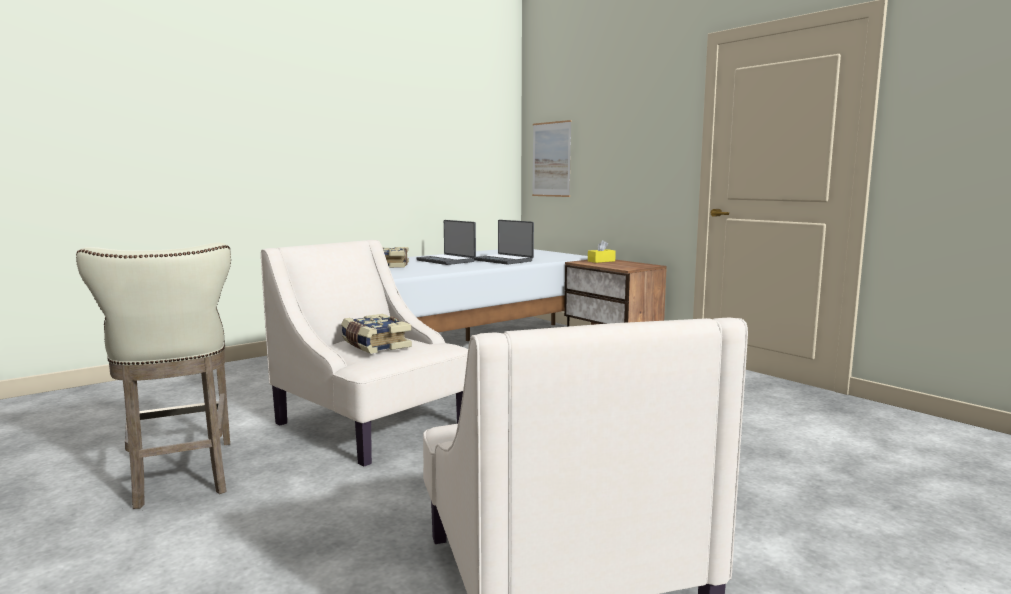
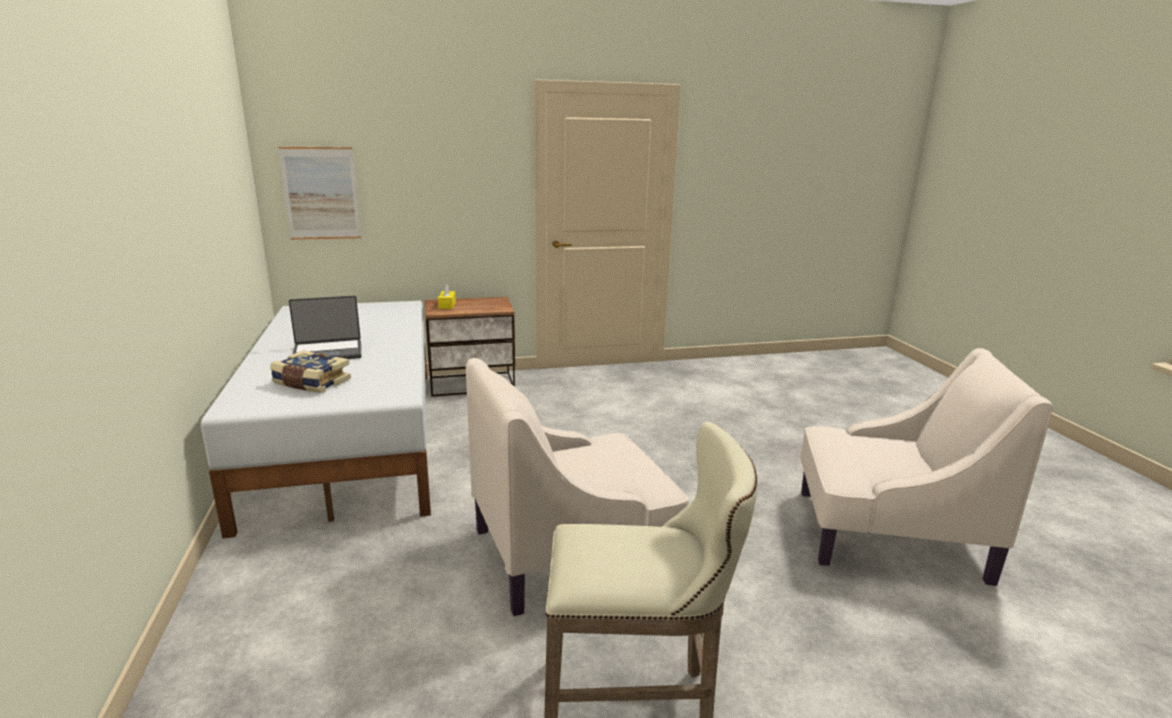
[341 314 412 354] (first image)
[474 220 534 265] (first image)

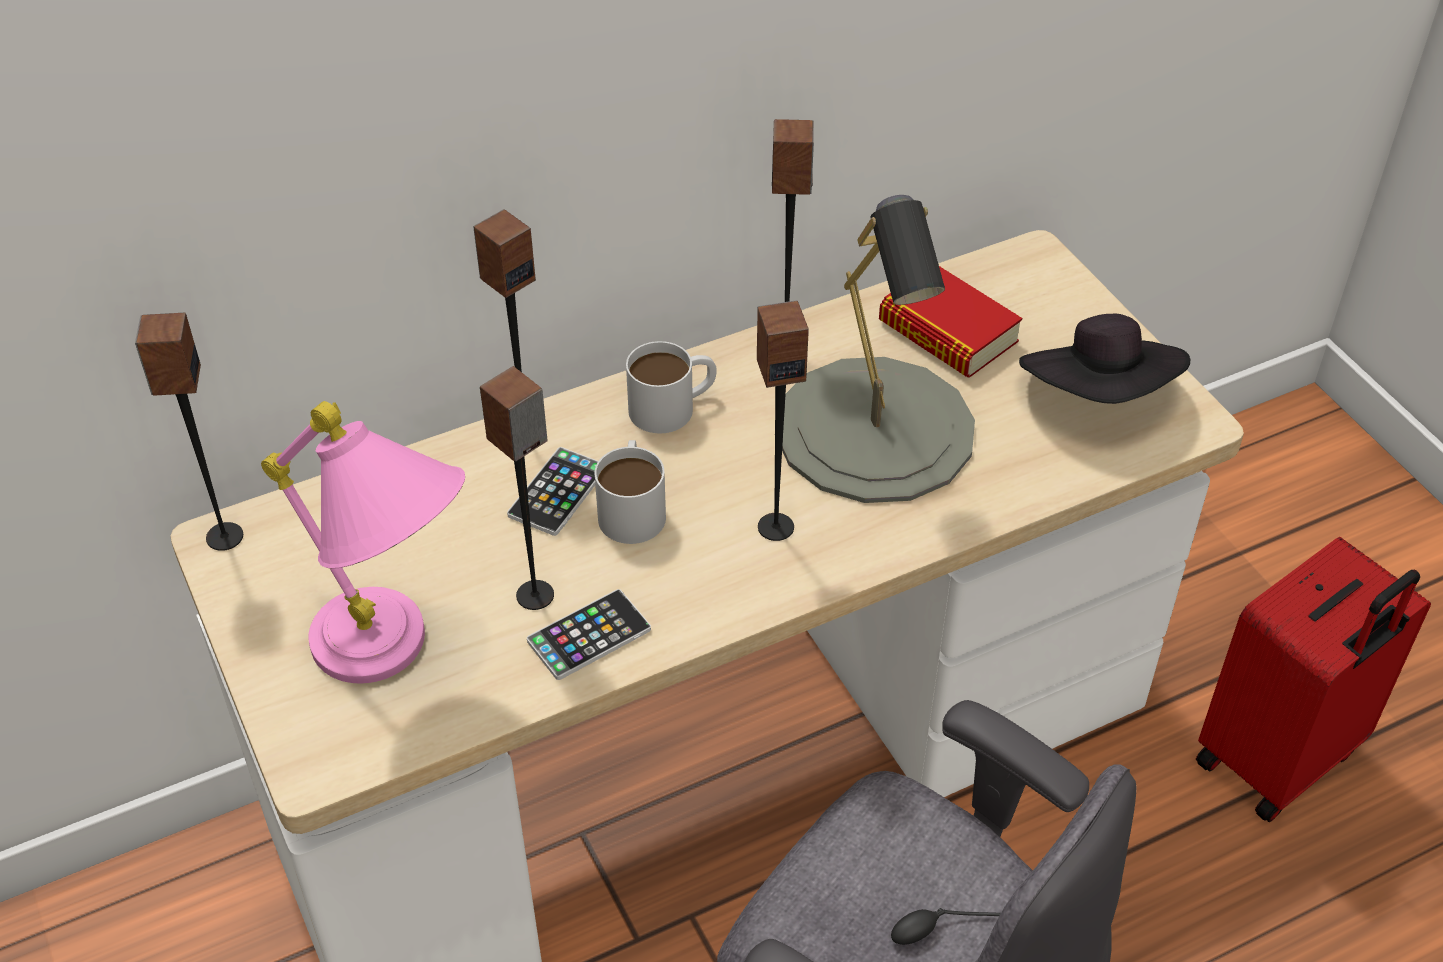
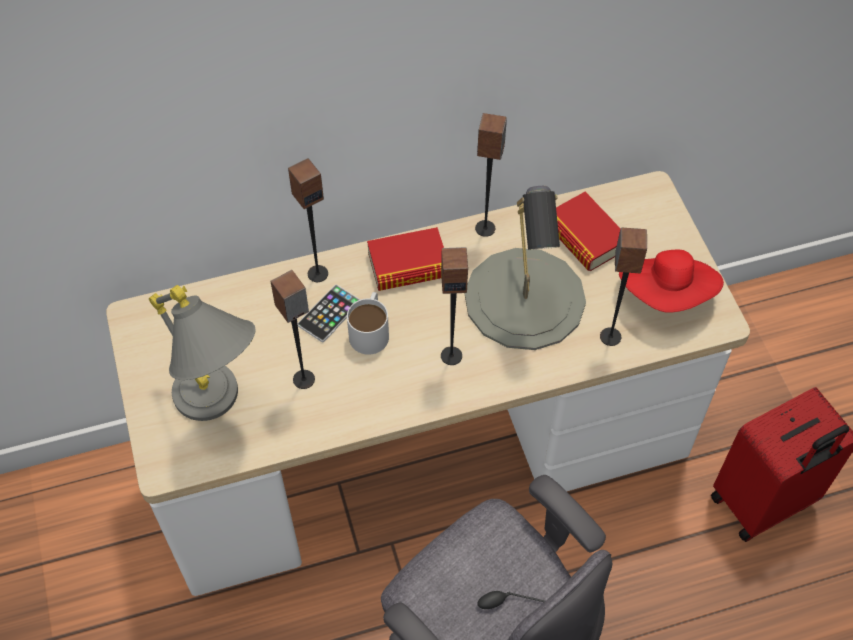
[149 285 256 421]
[367 227 444 291]
[600 228 647 346]
[619 250 724 313]
[527 589 651 680] (first image)

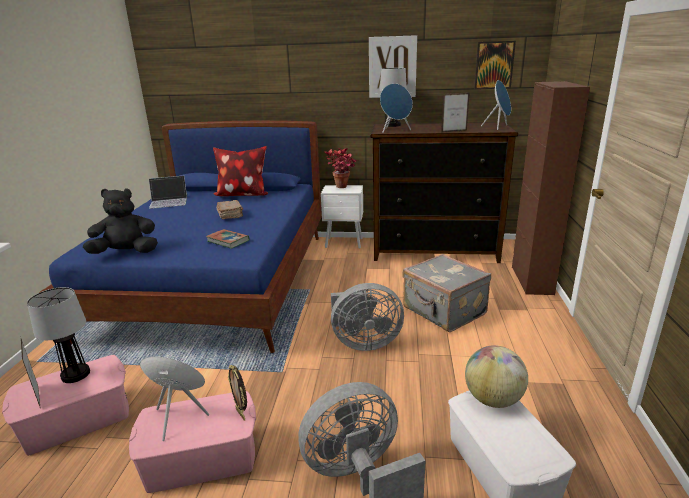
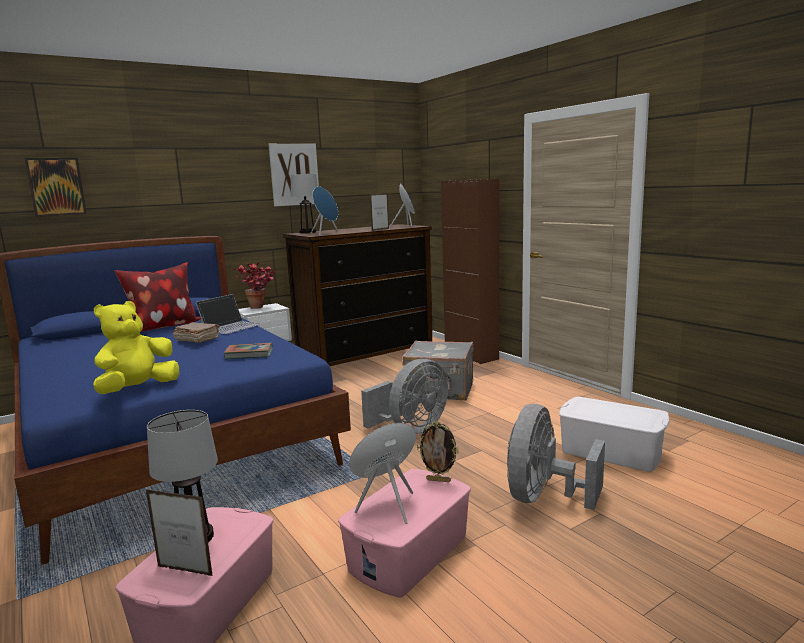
[24 158 87 217]
[93 301 179 394]
[195 294 261 334]
[465 345 528 408] (first image)

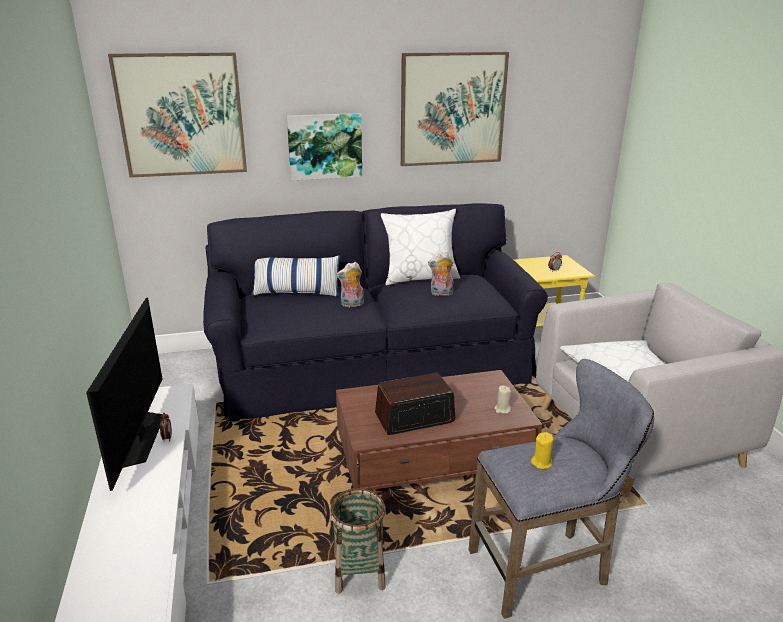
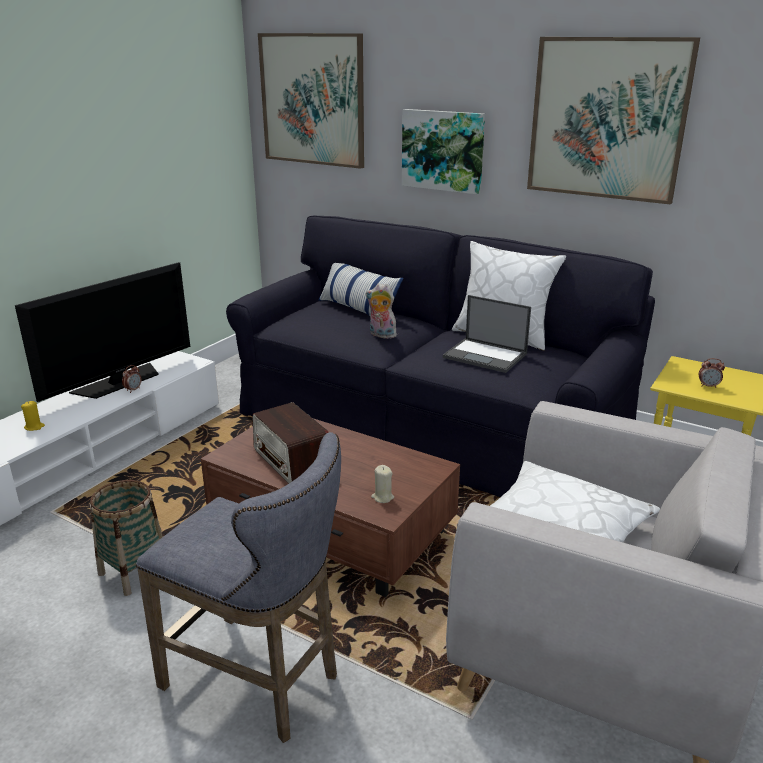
[21 401 45 431]
[253 402 329 484]
[443 295 531 373]

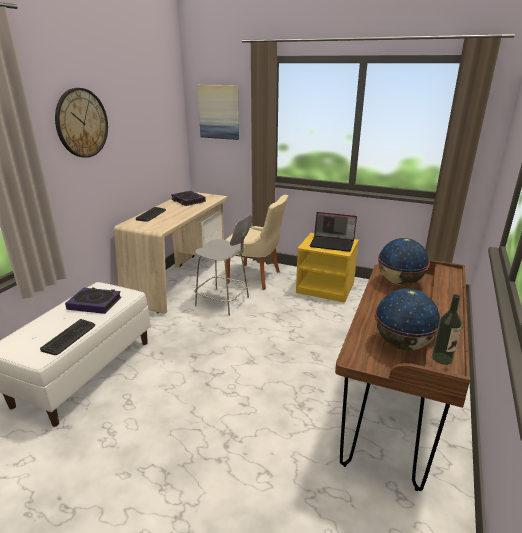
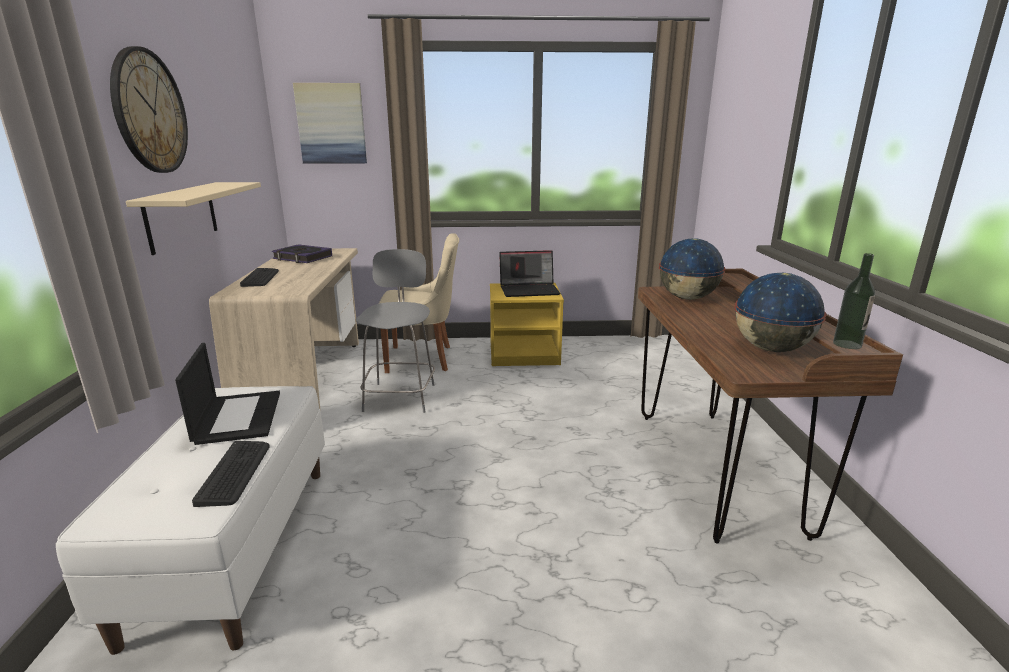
[126 182 261 255]
[175 343 280 445]
[356 249 435 413]

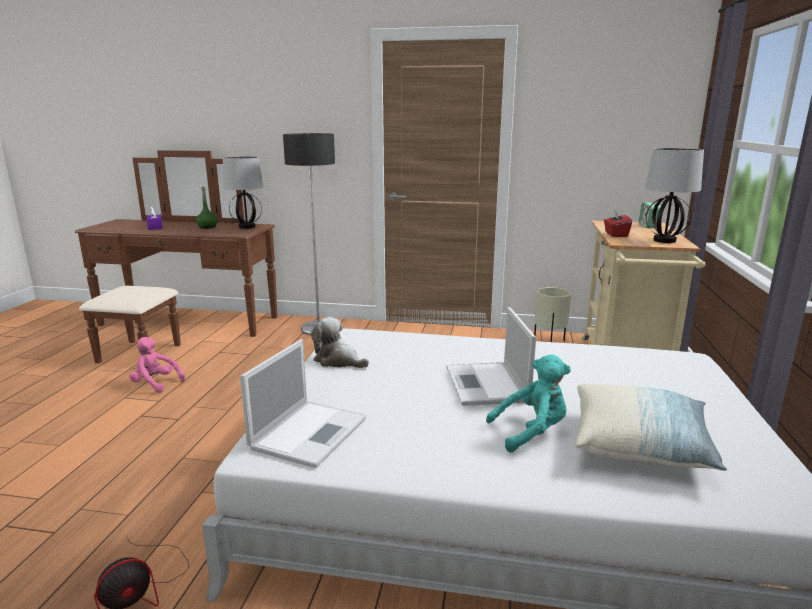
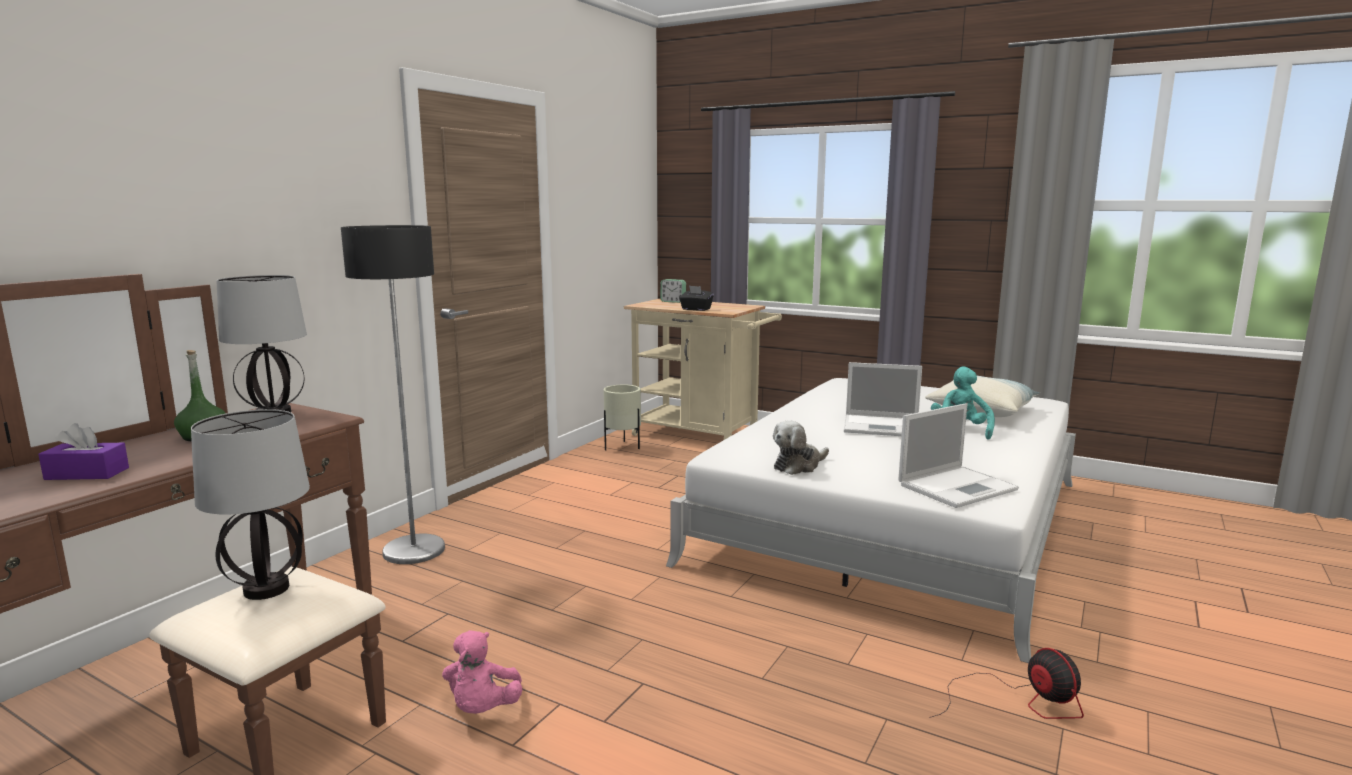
[191 409 310 600]
[442 630 522 714]
[679 286 714 311]
[898 403 1019 508]

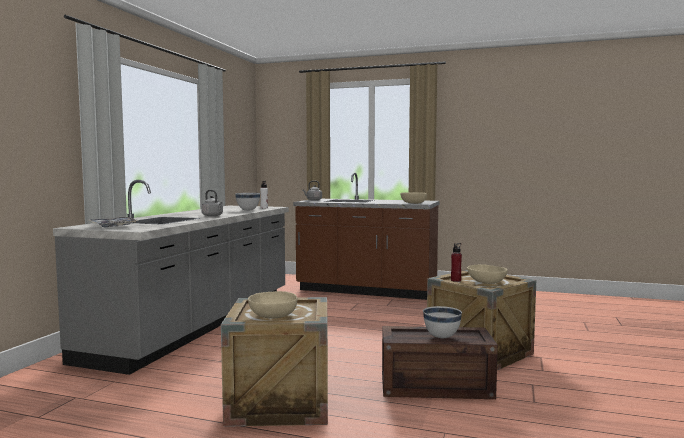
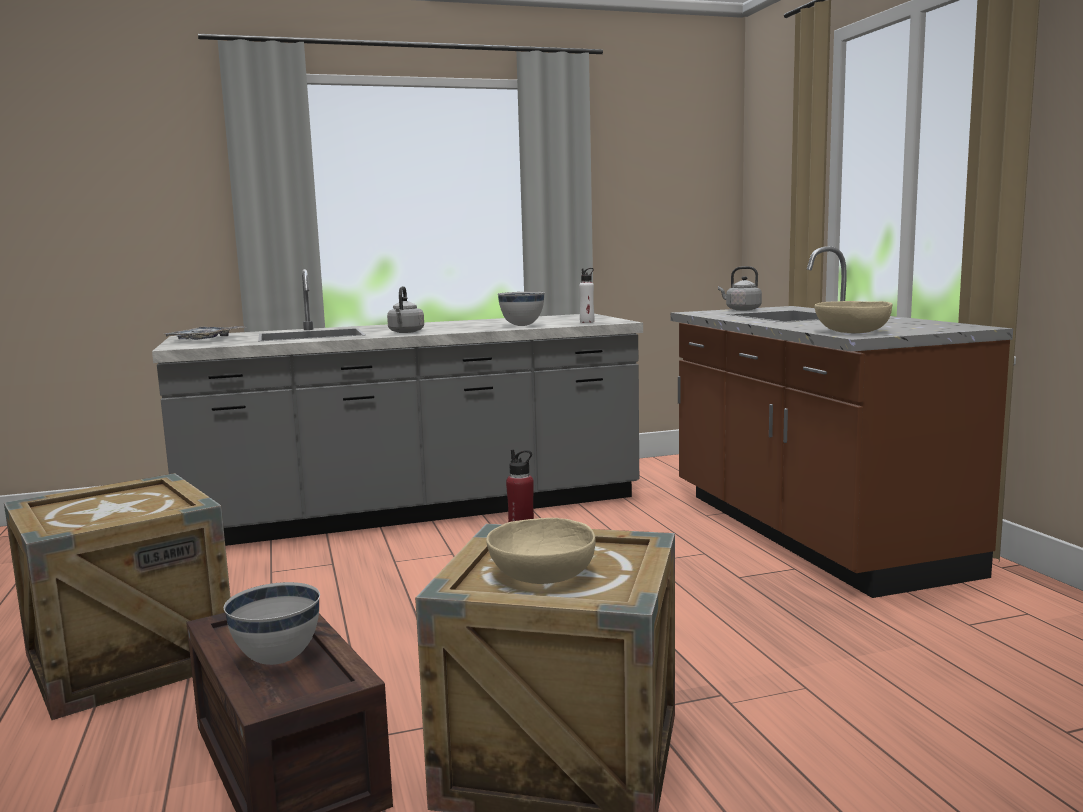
[248 291 297 318] (first image)

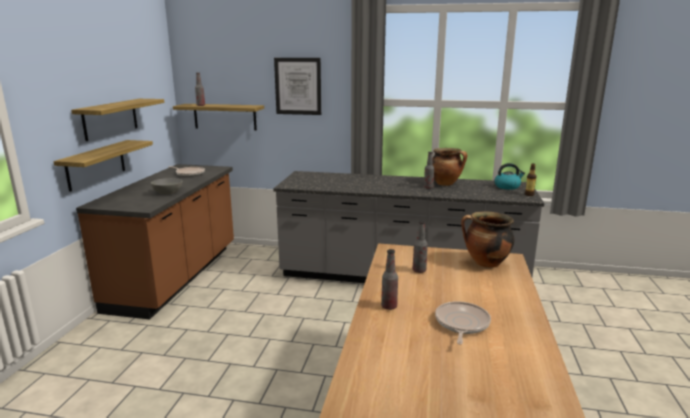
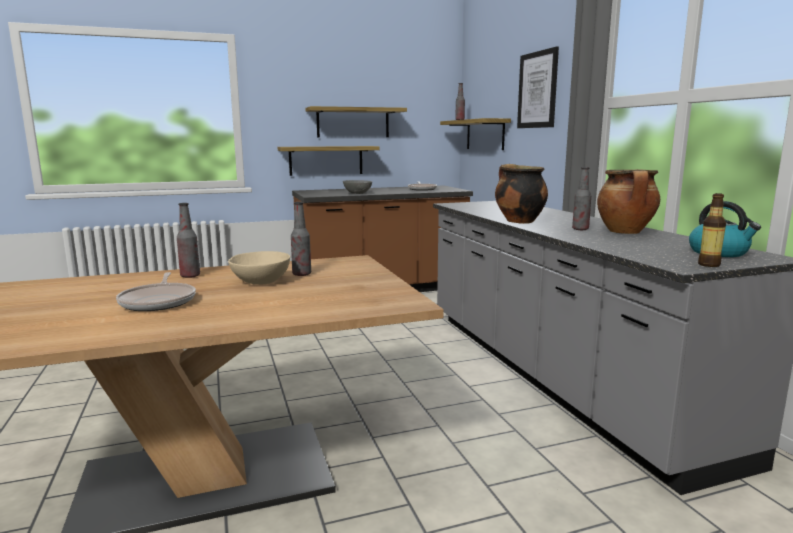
[116 272 196 311]
[228 251 290 285]
[495 164 548 224]

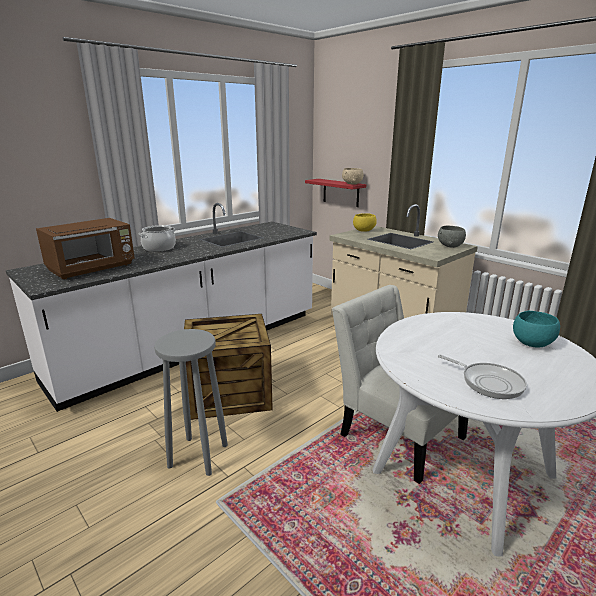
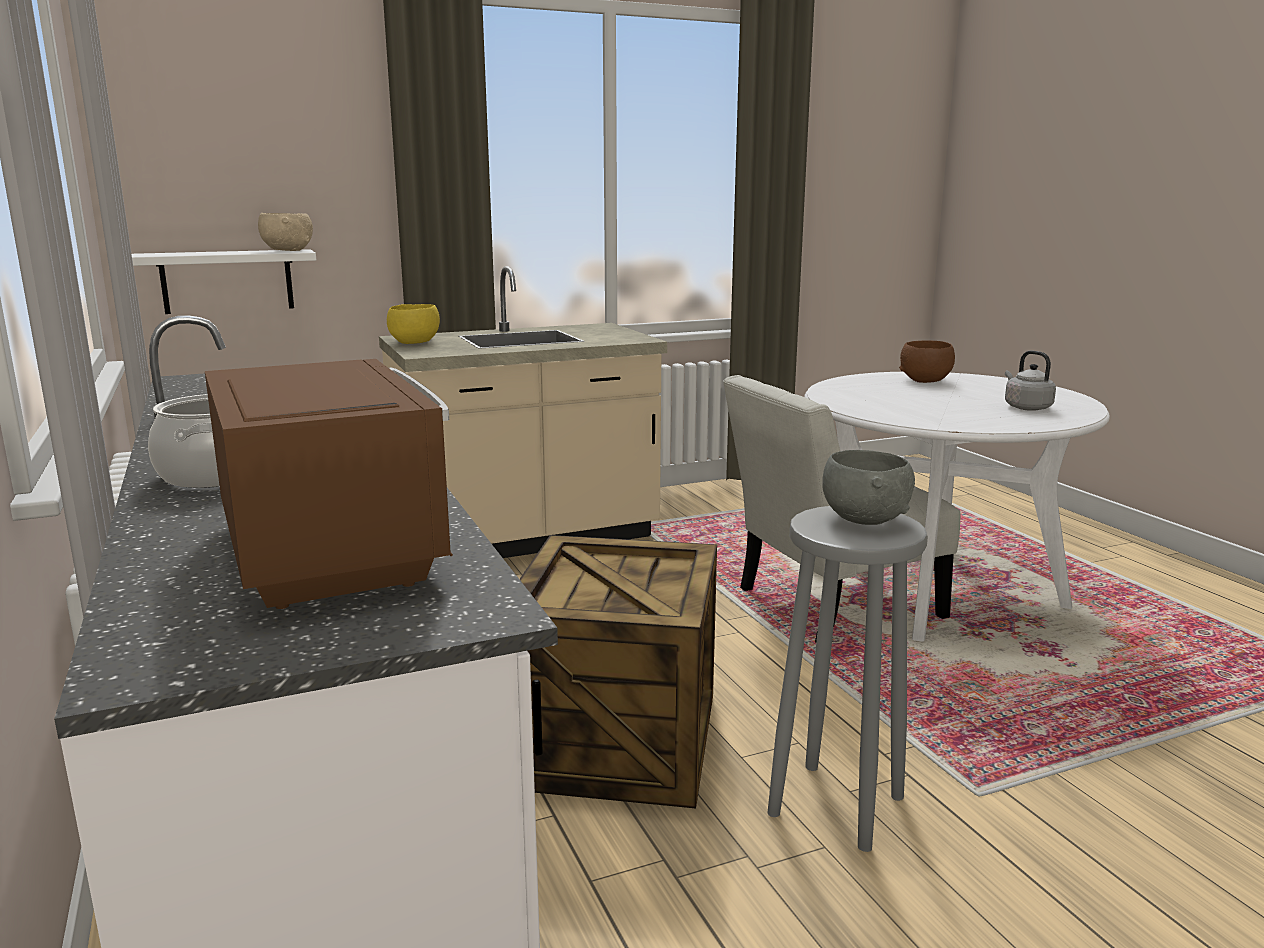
[132 249 316 314]
[822 450 915 525]
[899 340 955 383]
[1005 350 1056 411]

